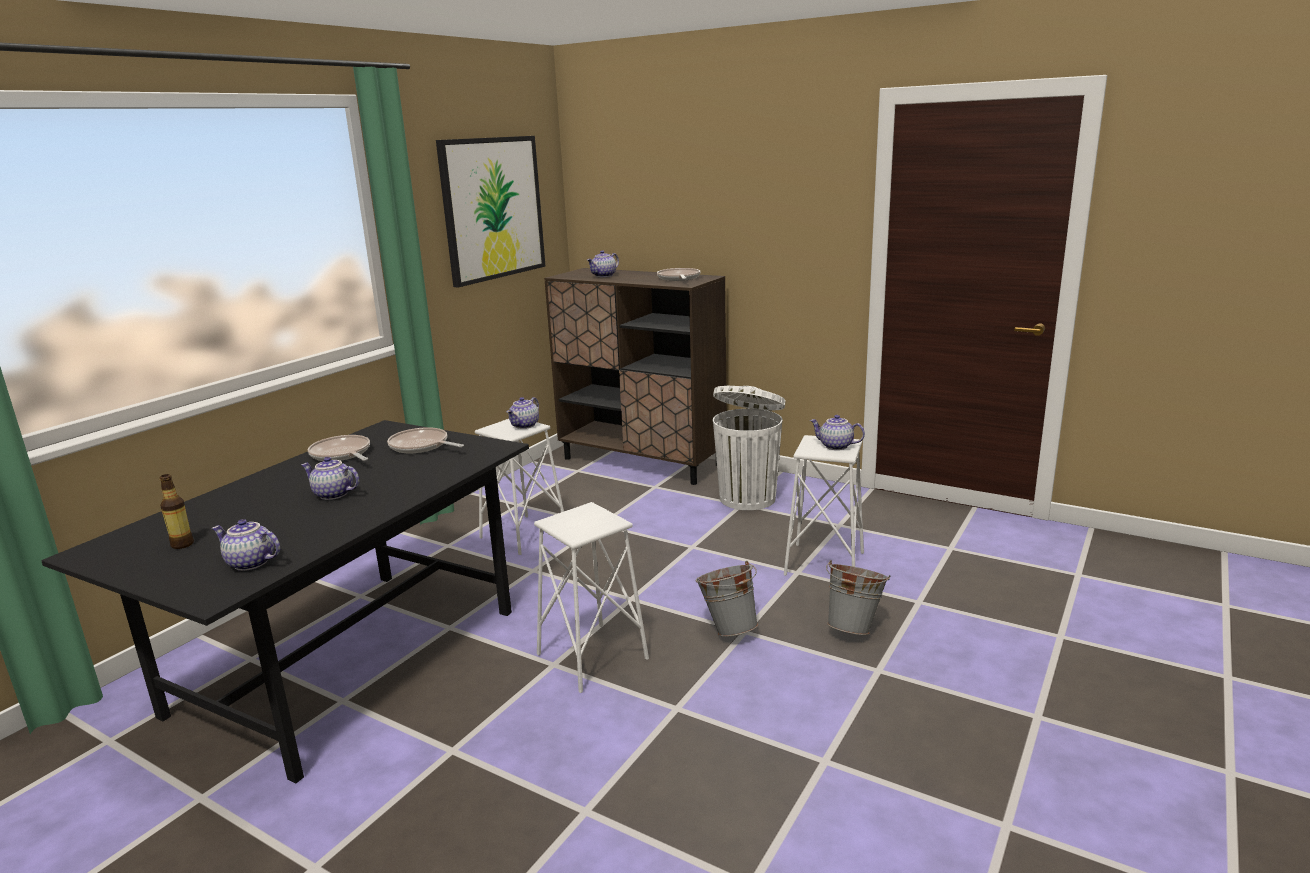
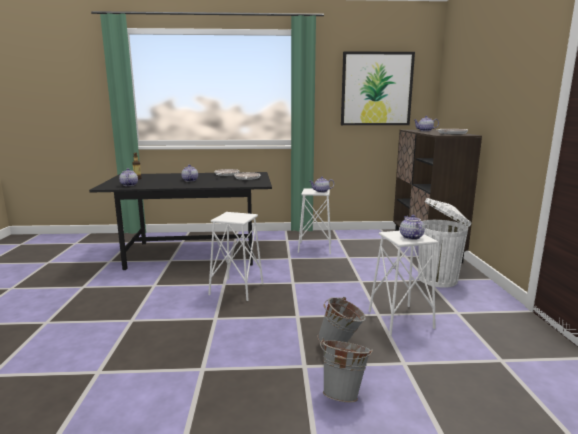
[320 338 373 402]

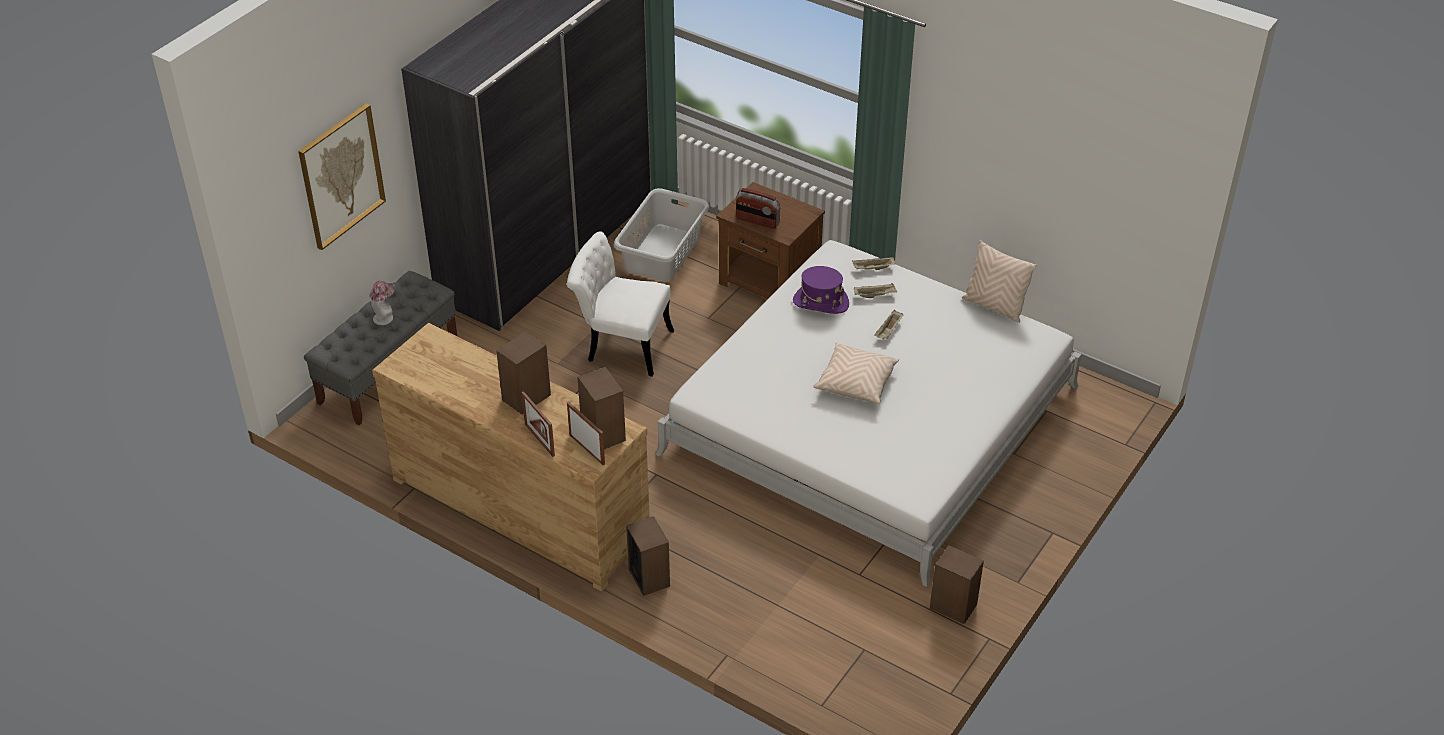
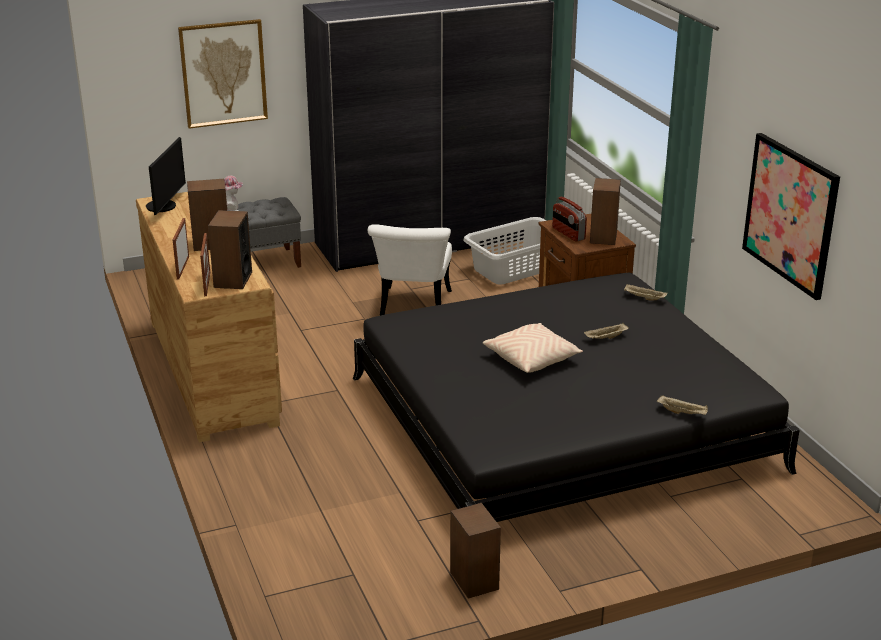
[146 137 186 215]
[353 273 800 522]
[368 224 452 315]
[590 178 621 245]
[657 395 708 415]
[742 133 840 300]
[793 266 849 314] (first image)
[962 240 1037 323] (first image)

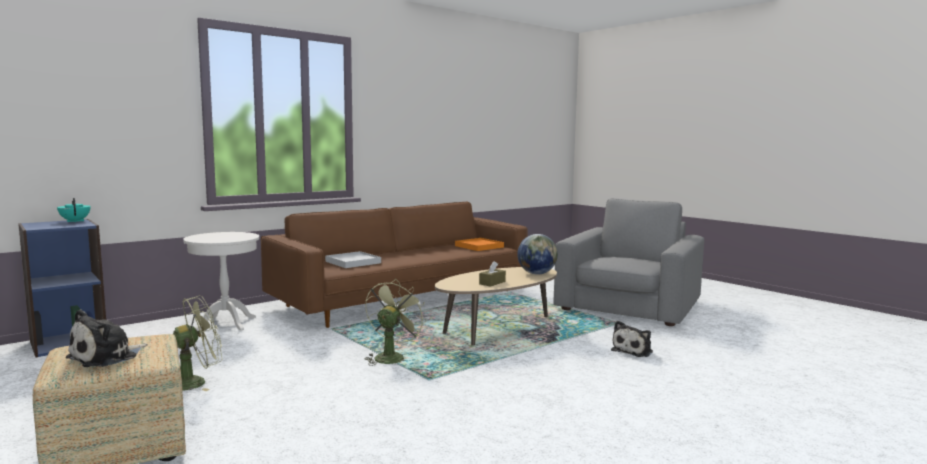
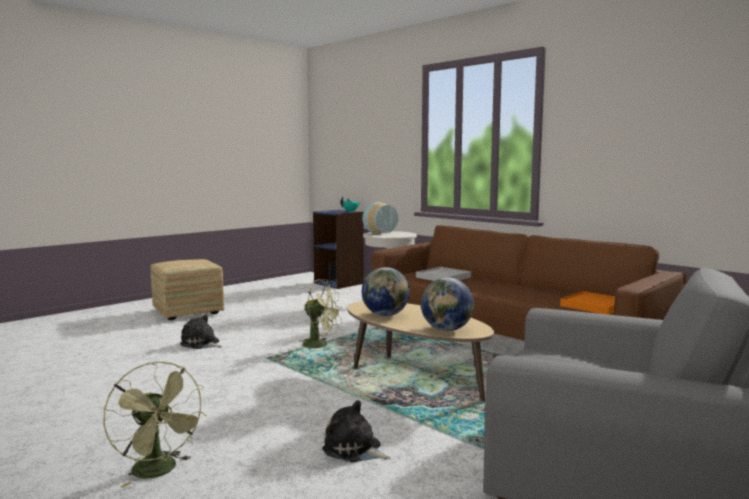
[103 361 207 488]
[180 314 223 349]
[362 202 398 234]
[362 267 410 316]

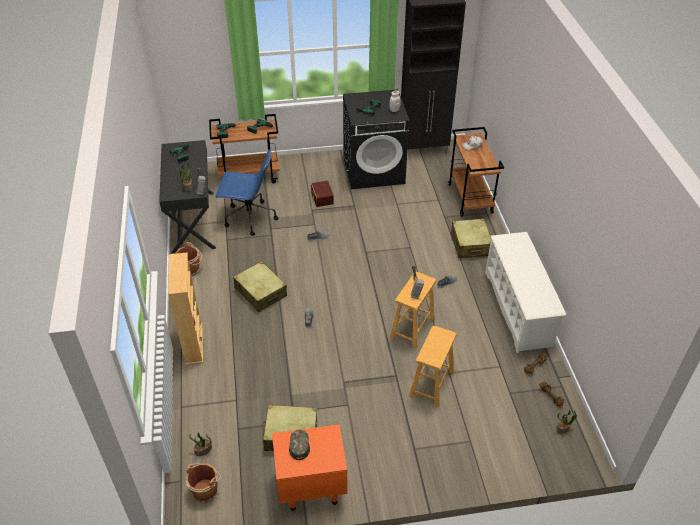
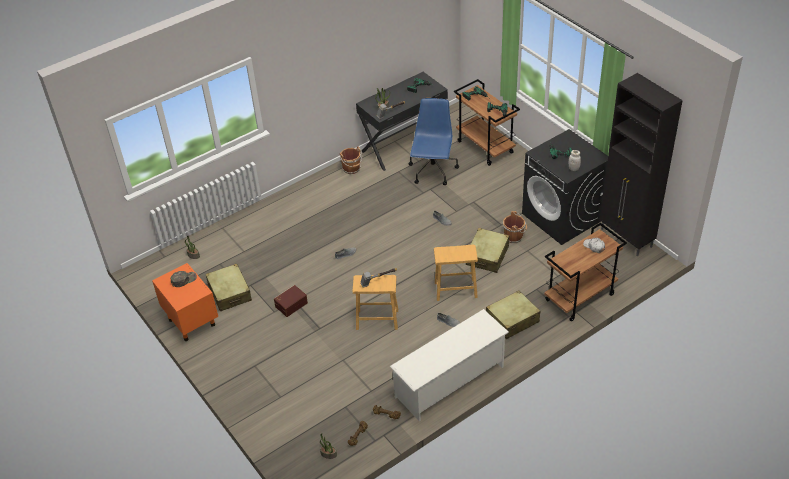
[274 285 308 317]
[408 98 459 185]
[434 245 478 301]
[466 228 509 273]
[503 211 527 243]
[168 252 203 365] (first image)

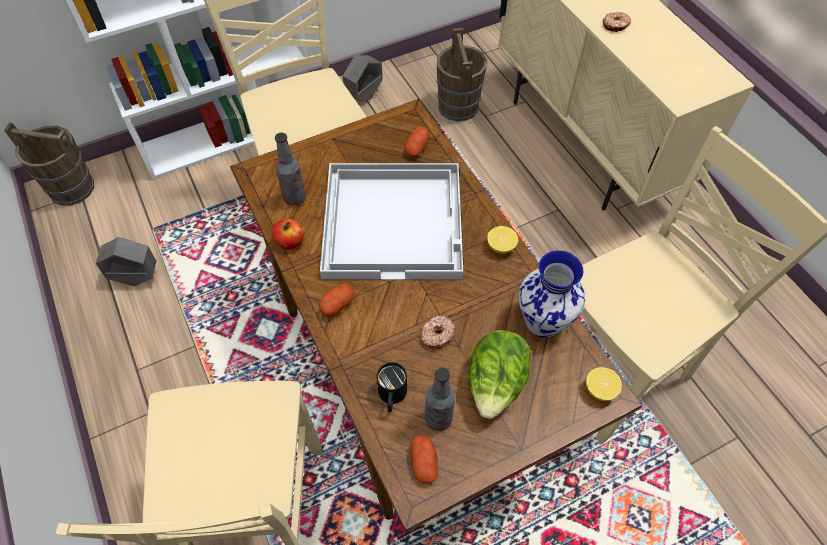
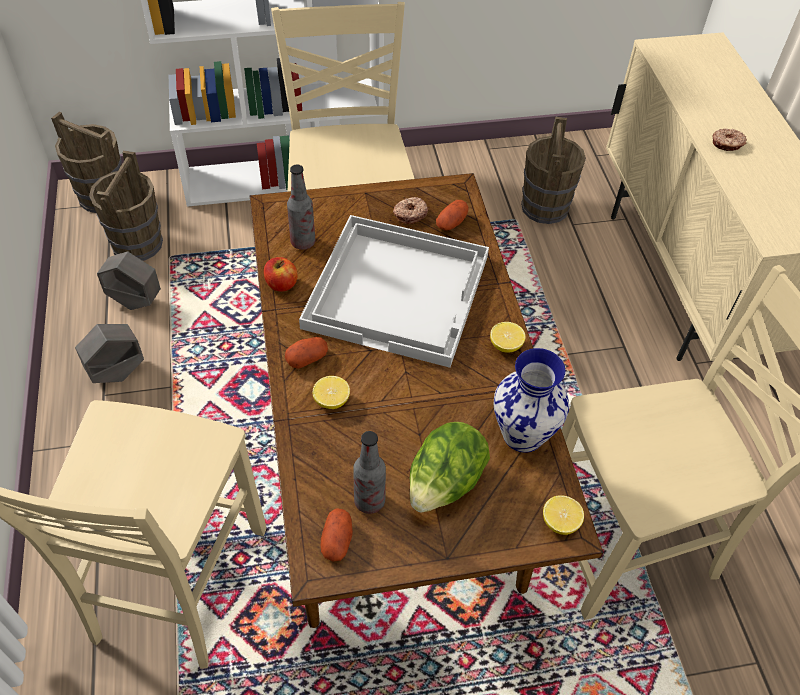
[75 324 144 383]
[89 150 163 261]
[312 376 350 409]
[393 197 428 224]
[376 362 407 412] (first image)

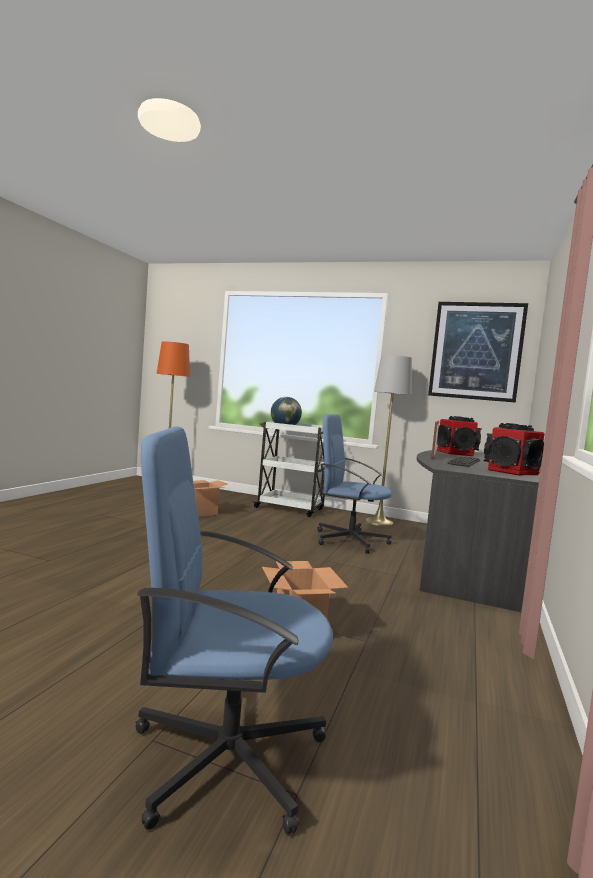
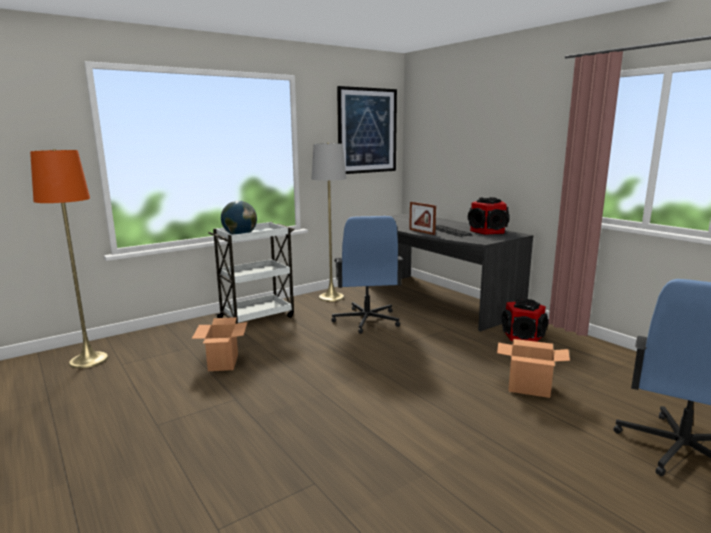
[331 216 403 334]
[501 299 549 342]

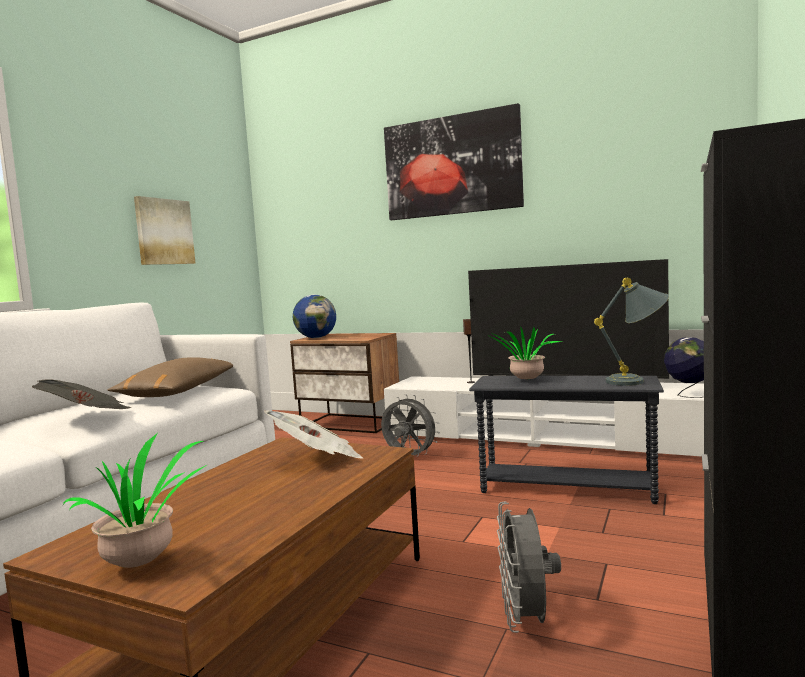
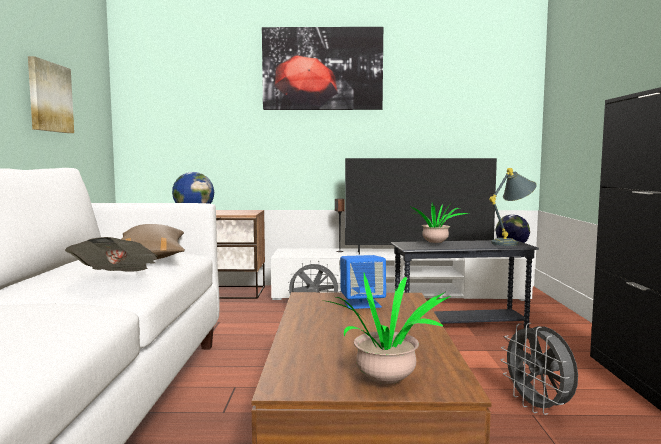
[340 255 386 309]

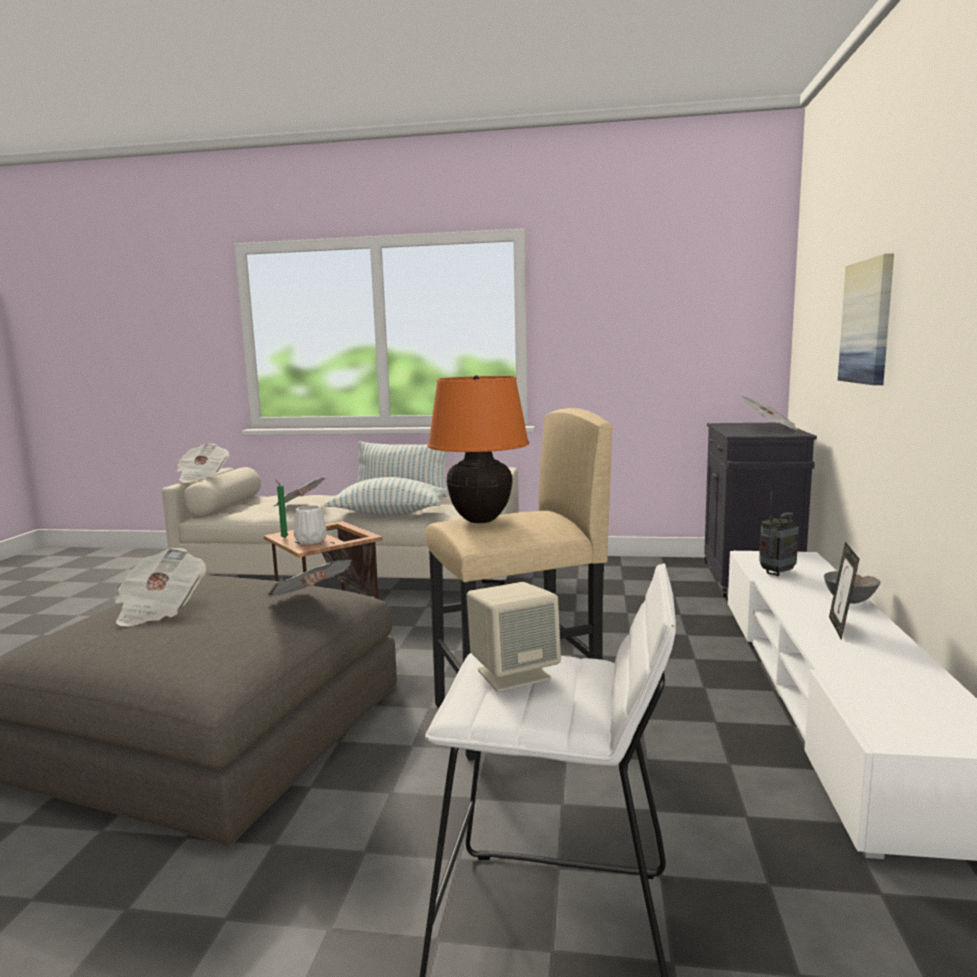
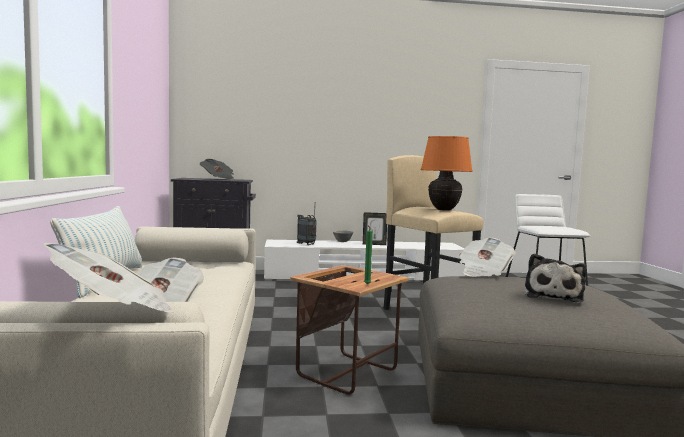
[525 254 587 302]
[294 505 327 544] (first image)
[324 477 447 515] (first image)
[467 582 561 692] (first image)
[838 253 894 385] (first image)

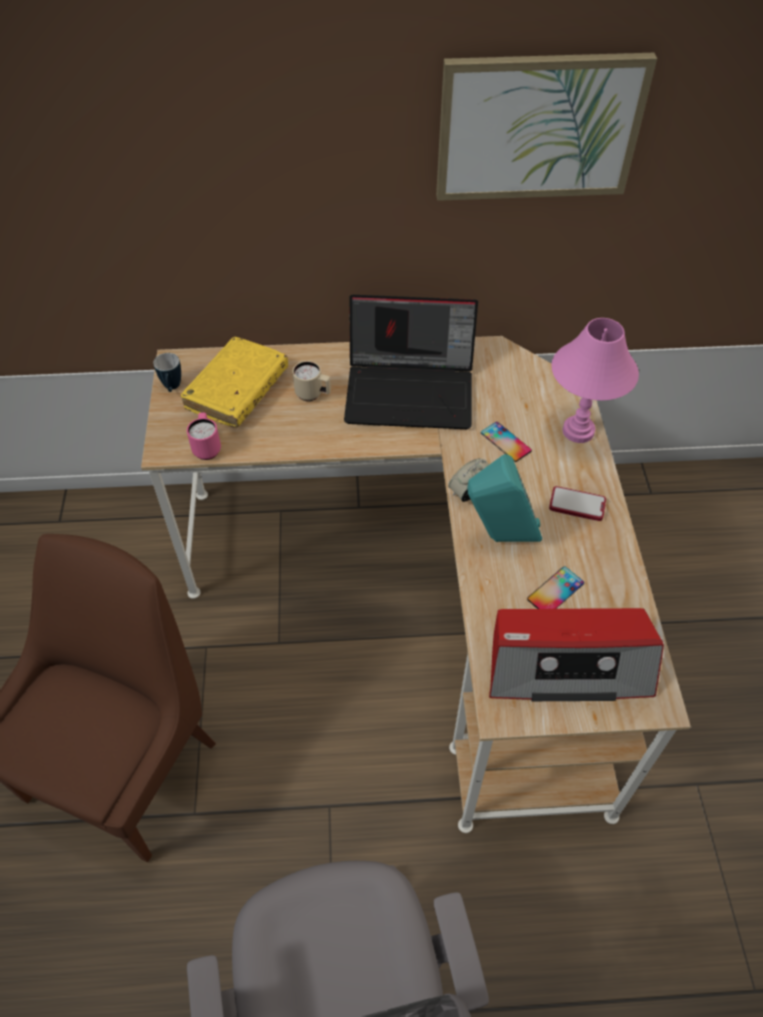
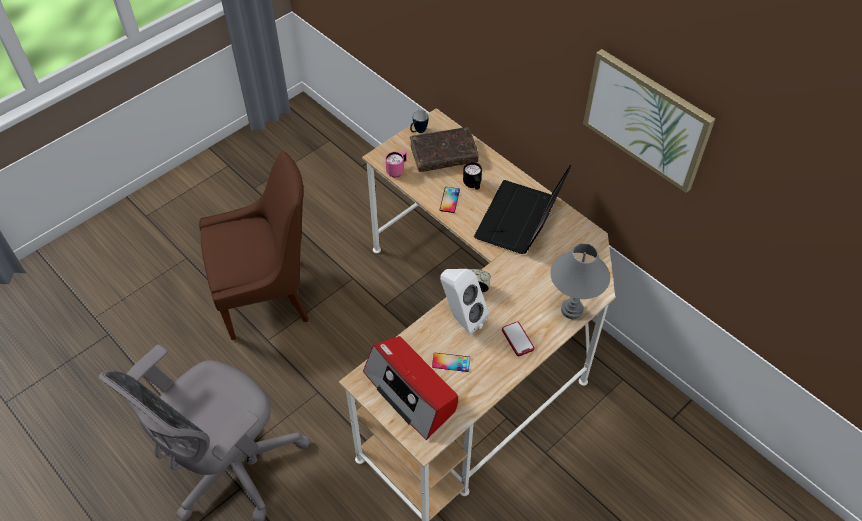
[410 127 479 172]
[440 187 460 213]
[440 269 489 335]
[463 162 482 190]
[474 165 571 254]
[550 243 610 319]

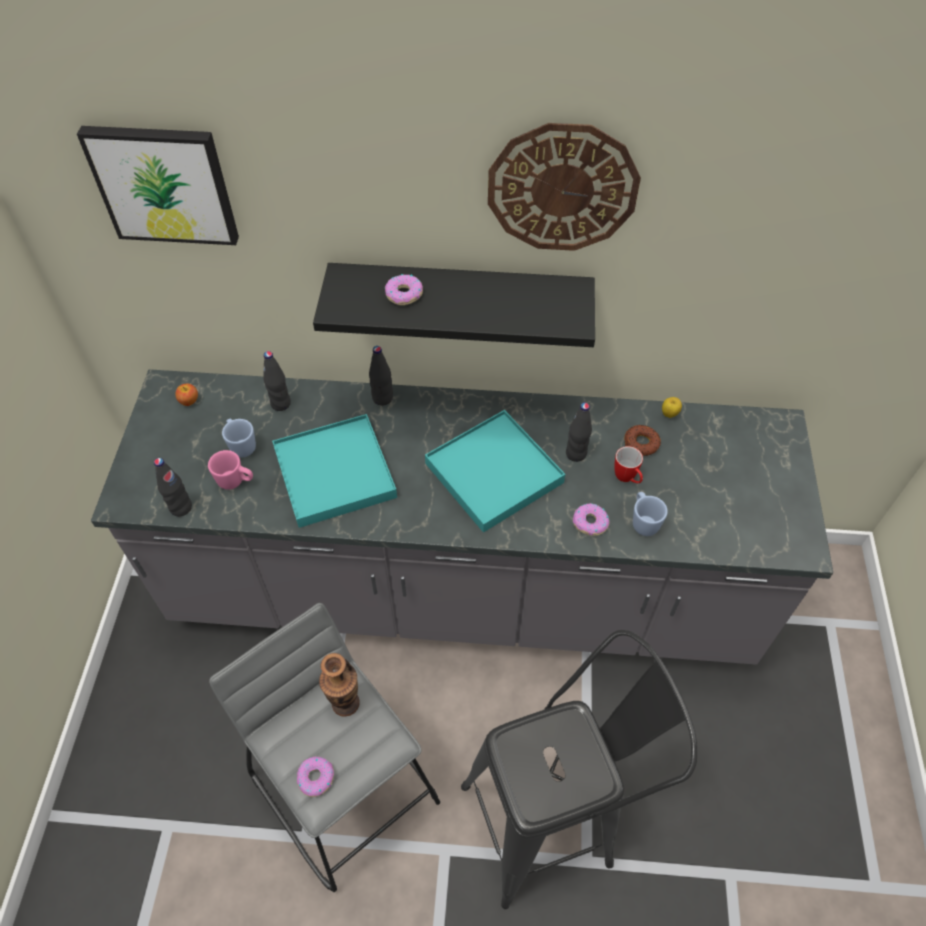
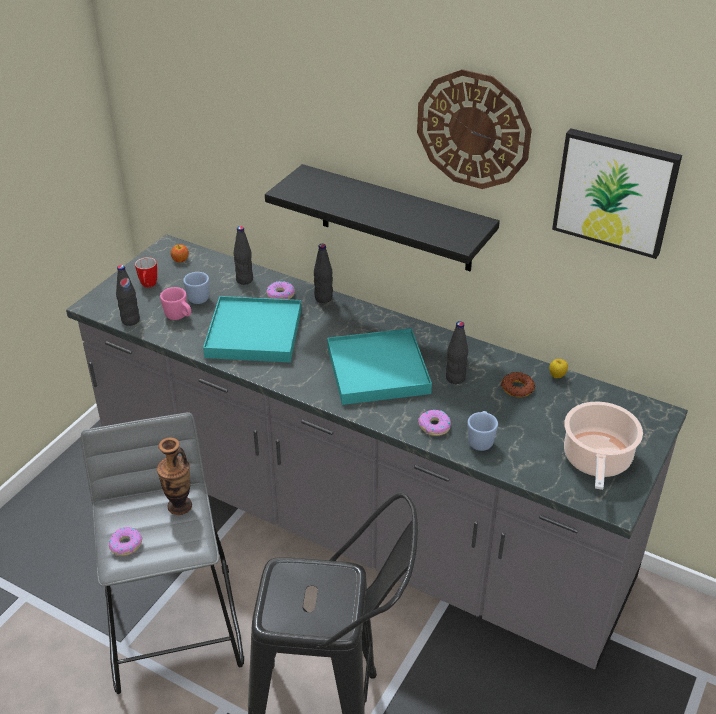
[135 257 157 287]
[266 281 295 299]
[552 128 682 259]
[564 401 643 490]

